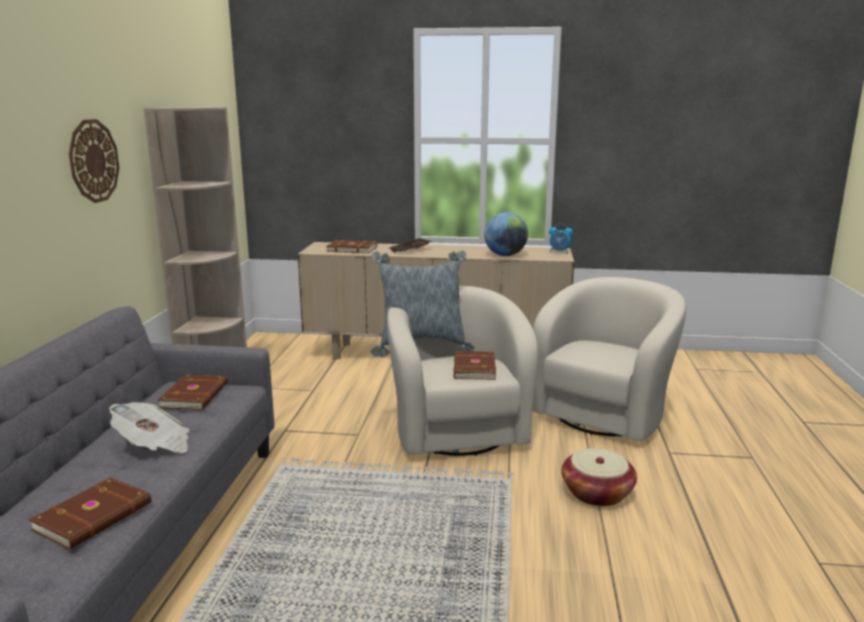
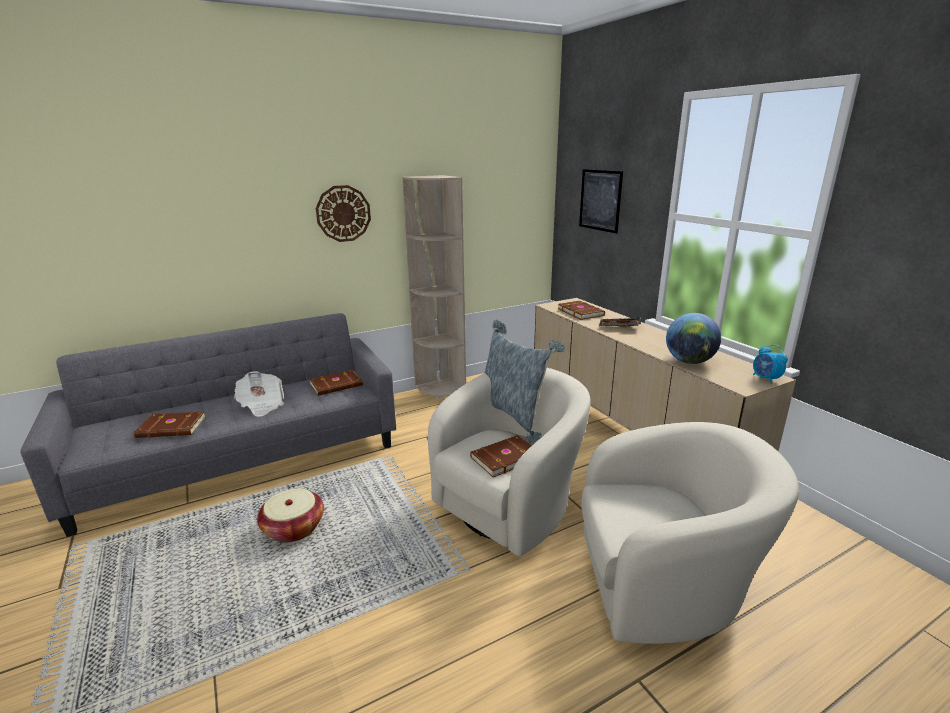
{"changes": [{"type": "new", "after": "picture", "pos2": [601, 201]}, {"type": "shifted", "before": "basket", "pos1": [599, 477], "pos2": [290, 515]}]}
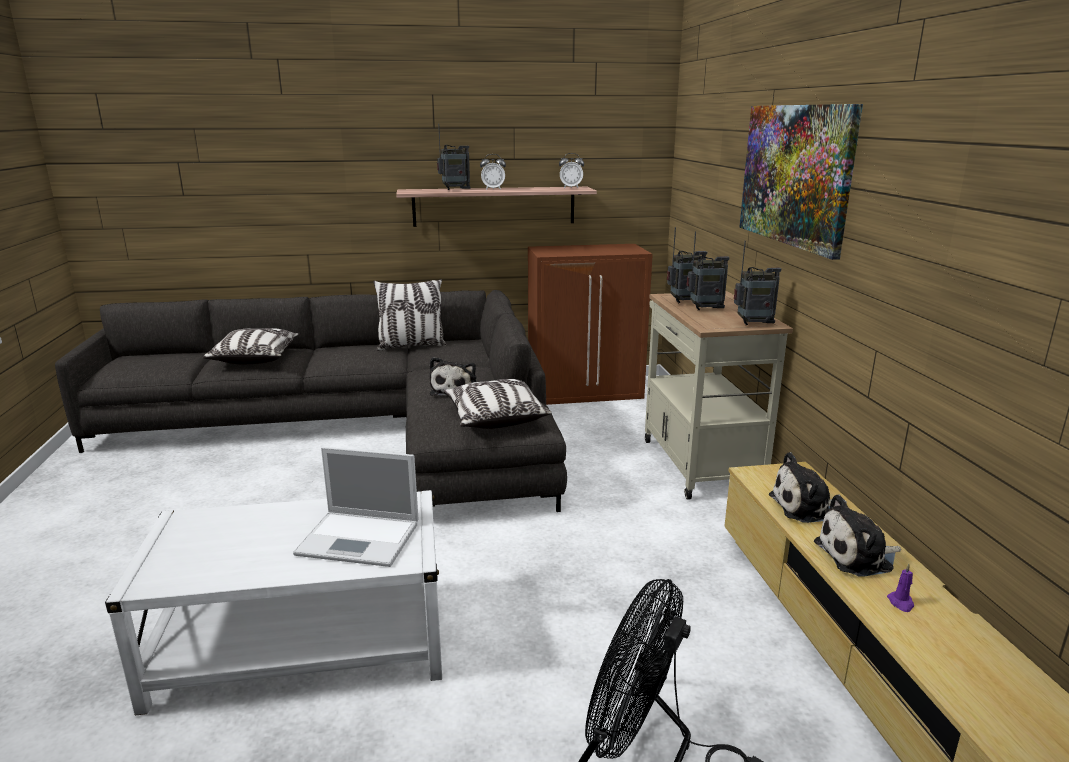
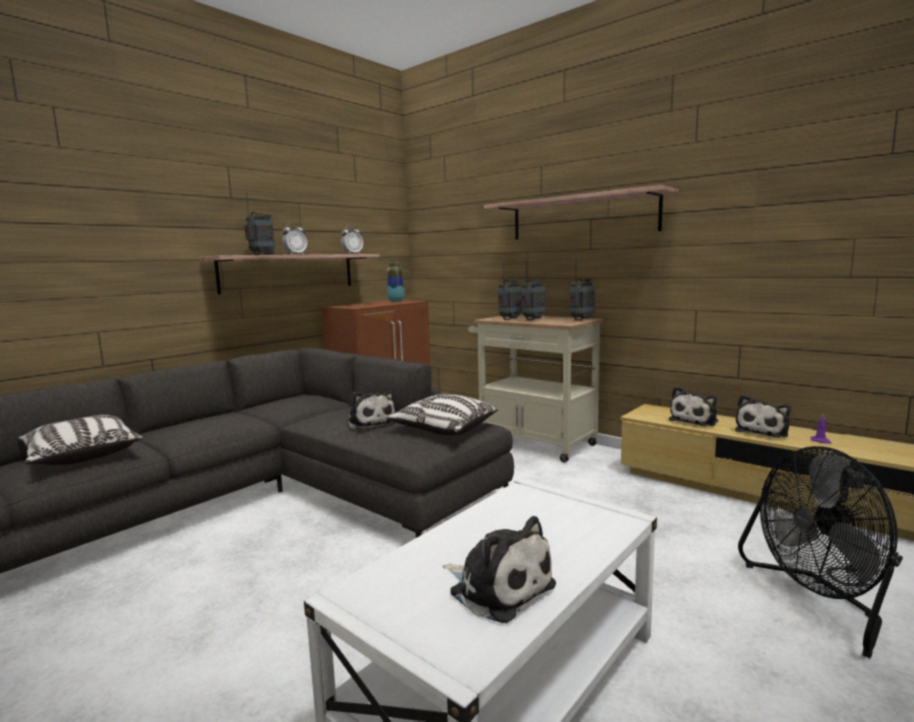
{"changes": [{"type": "gone", "before": "laptop", "pos1": [356, 507]}, {"type": "gone", "before": "pillow", "pos1": [410, 314]}, {"type": "new", "after": "vase", "pos2": [395, 282]}, {"type": "new", "after": "plush toy", "pos2": [499, 569]}, {"type": "swapped", "before": "picture", "after": "shelf", "pos1": [801, 182], "pos2": [581, 212]}]}
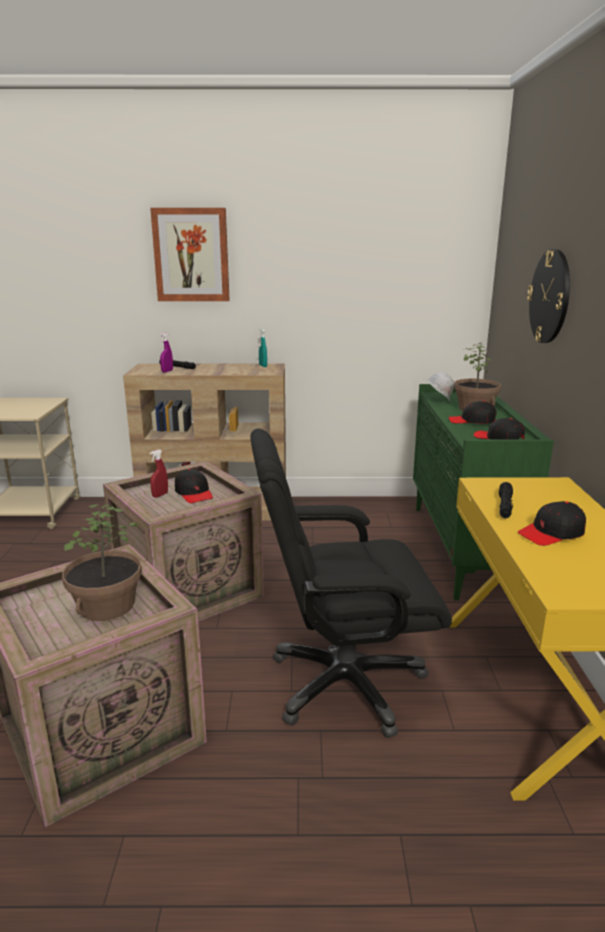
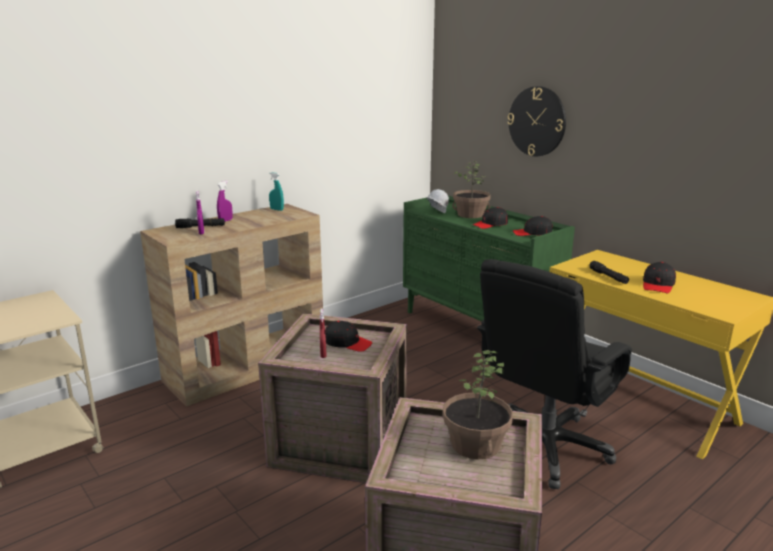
{"changes": [{"type": "gone", "before": "picture", "pos1": [190, 254]}, {"type": "new", "after": "purple spray bottle", "pos2": [225, 201]}]}
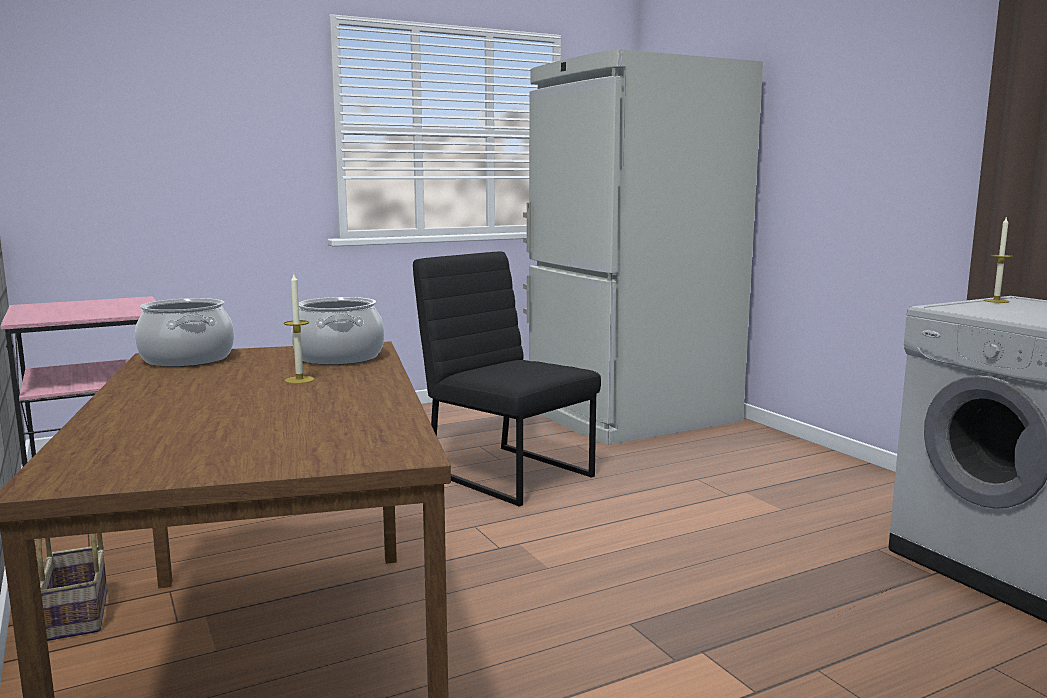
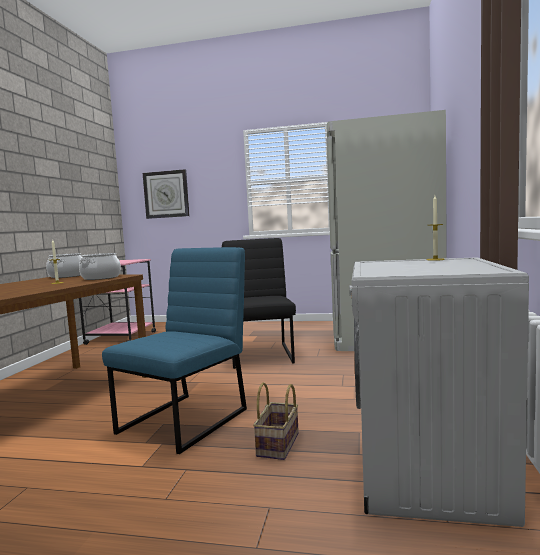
{"changes": [{"type": "new", "after": "blue chair", "pos2": [174, 350]}, {"type": "new", "after": "wall clock", "pos2": [166, 194]}, {"type": "shifted", "before": "basket", "pos1": [72, 587], "pos2": [276, 421]}]}
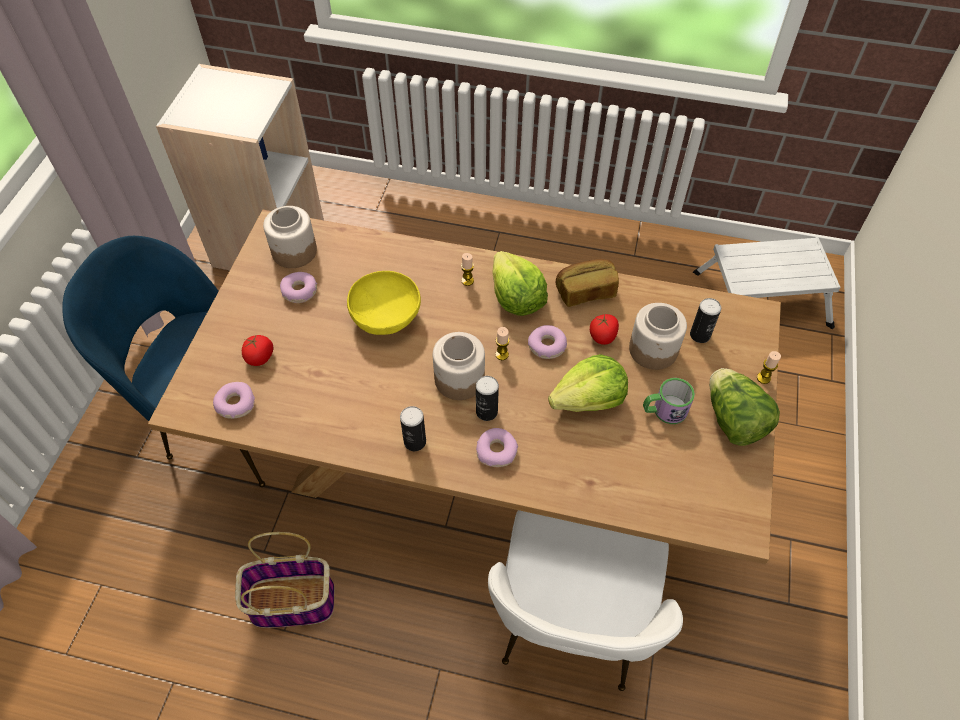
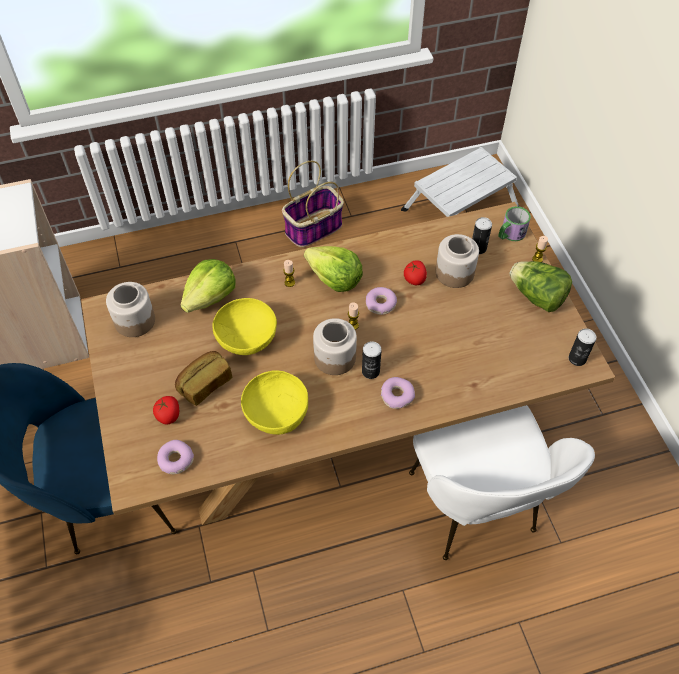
{"changes": [{"type": "gone", "before": "donut", "pos1": [298, 287]}, {"type": "new", "after": "yellow bowl", "pos2": [274, 402]}, {"type": "shifted", "before": "basket", "pos1": [285, 580], "pos2": [313, 204]}, {"type": "shifted", "before": "can", "pos1": [413, 428], "pos2": [583, 347]}, {"type": "shifted", "before": "lettuce", "pos1": [588, 383], "pos2": [208, 286]}, {"type": "shifted", "before": "bread", "pos1": [587, 283], "pos2": [203, 378]}, {"type": "shifted", "before": "mug", "pos1": [669, 401], "pos2": [514, 223]}]}
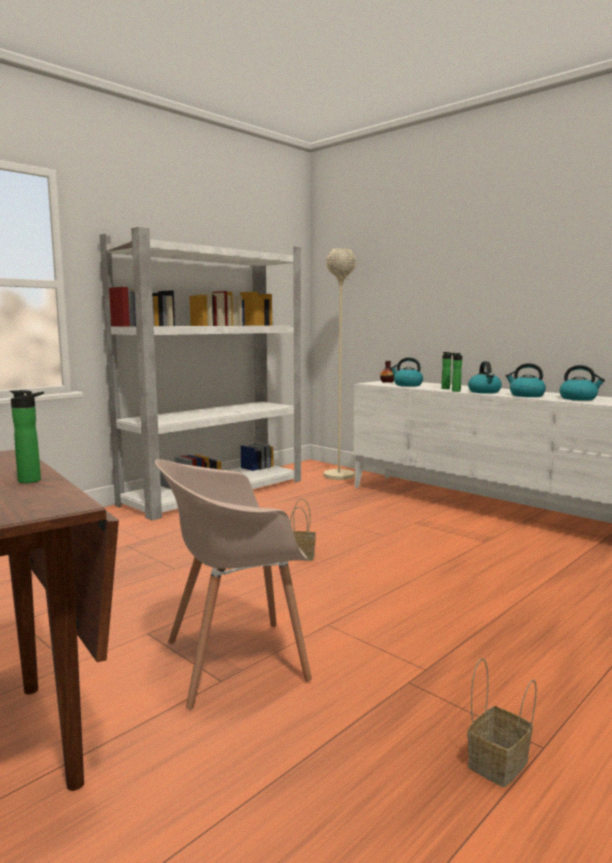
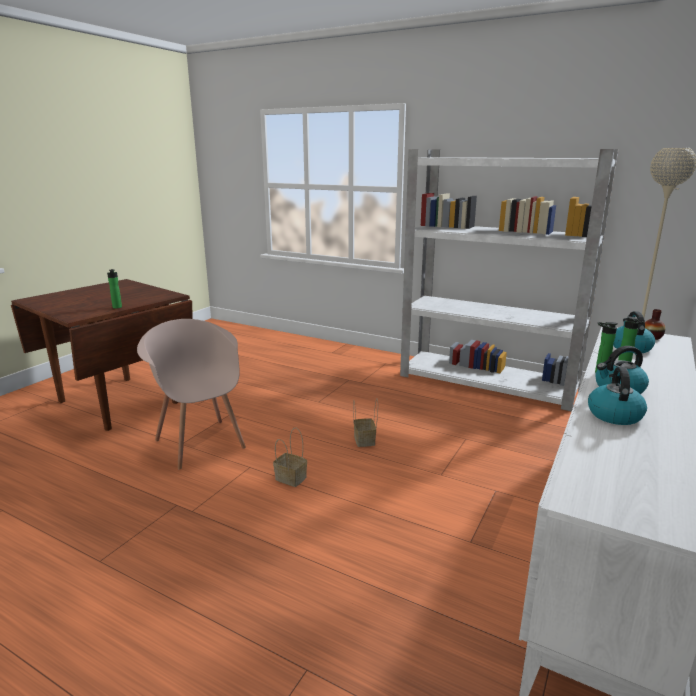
{"changes": [{"type": "gone", "before": "kettle", "pos1": [582, 383]}, {"type": "shifted", "before": "basket", "pos1": [502, 722], "pos2": [290, 457]}]}
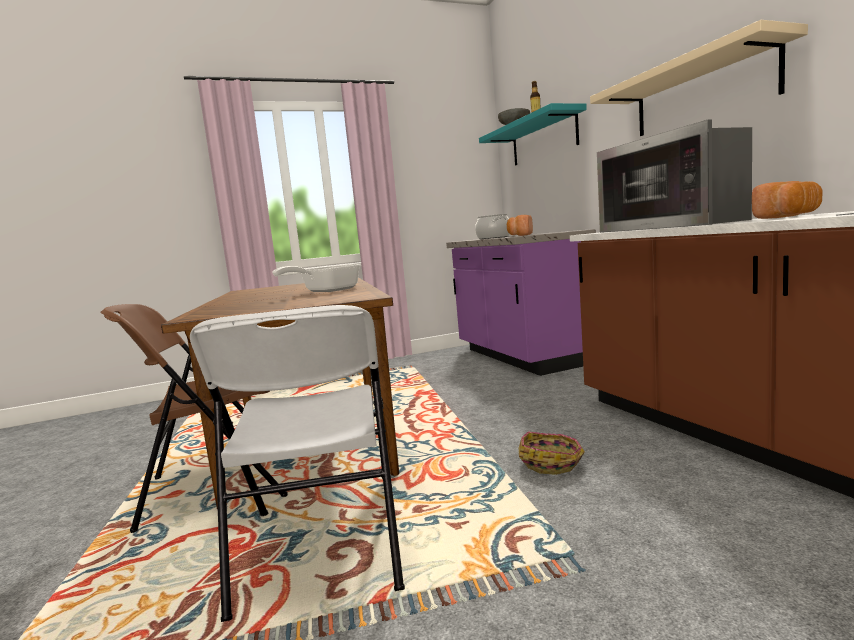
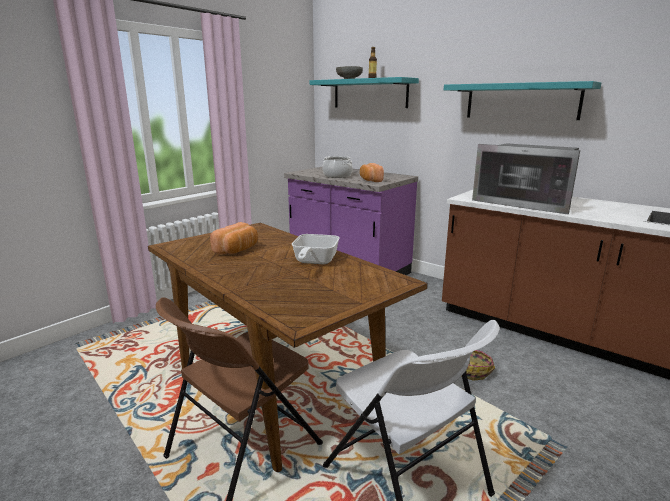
{"changes": [{"type": "shifted", "before": "bread", "pos1": [787, 200], "pos2": [234, 238]}, {"type": "repainted", "before": "beige shelf", "after": "turquoise shelf", "pos1": [699, 78], "pos2": [523, 100]}]}
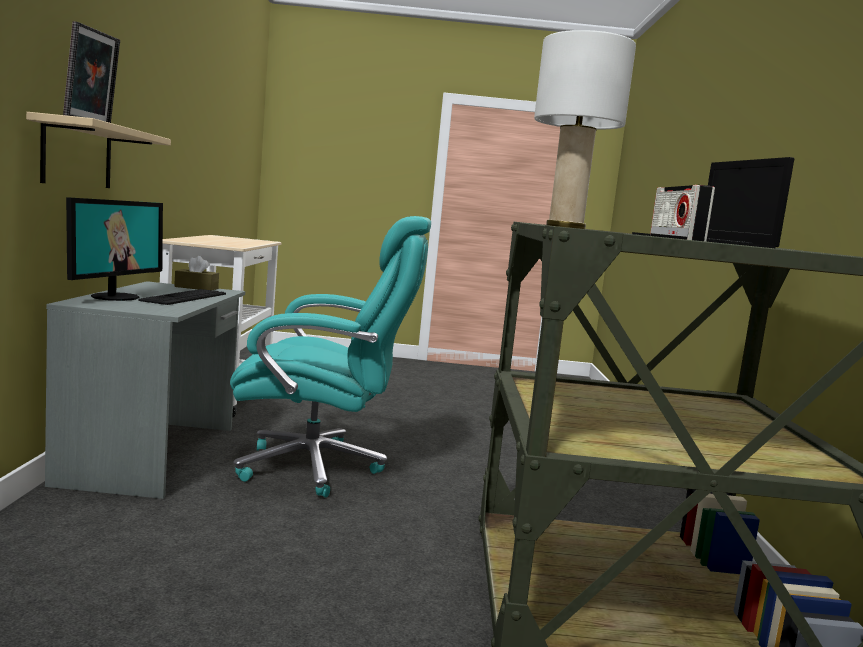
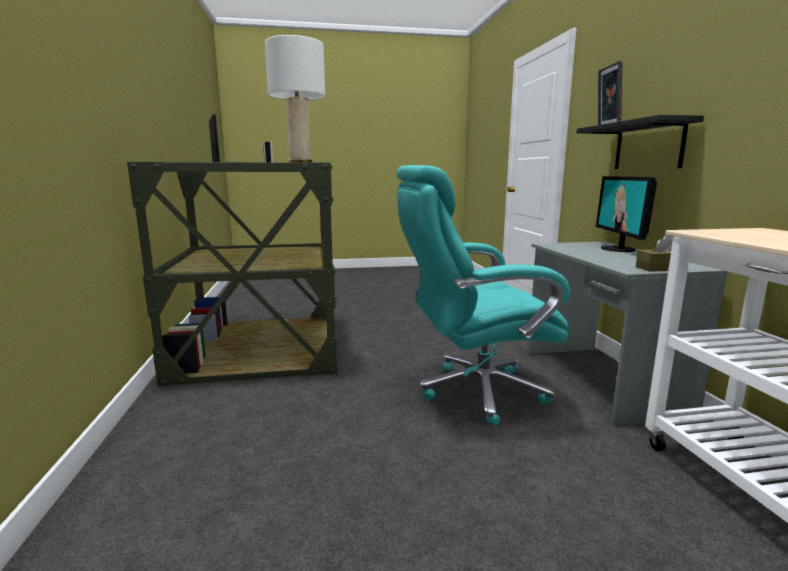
{"changes": [{"type": "gone", "before": "keyboard", "pos1": [182, 297]}, {"type": "repainted", "before": "beige shelf", "after": "black shelf", "pos1": [98, 150], "pos2": [640, 142]}]}
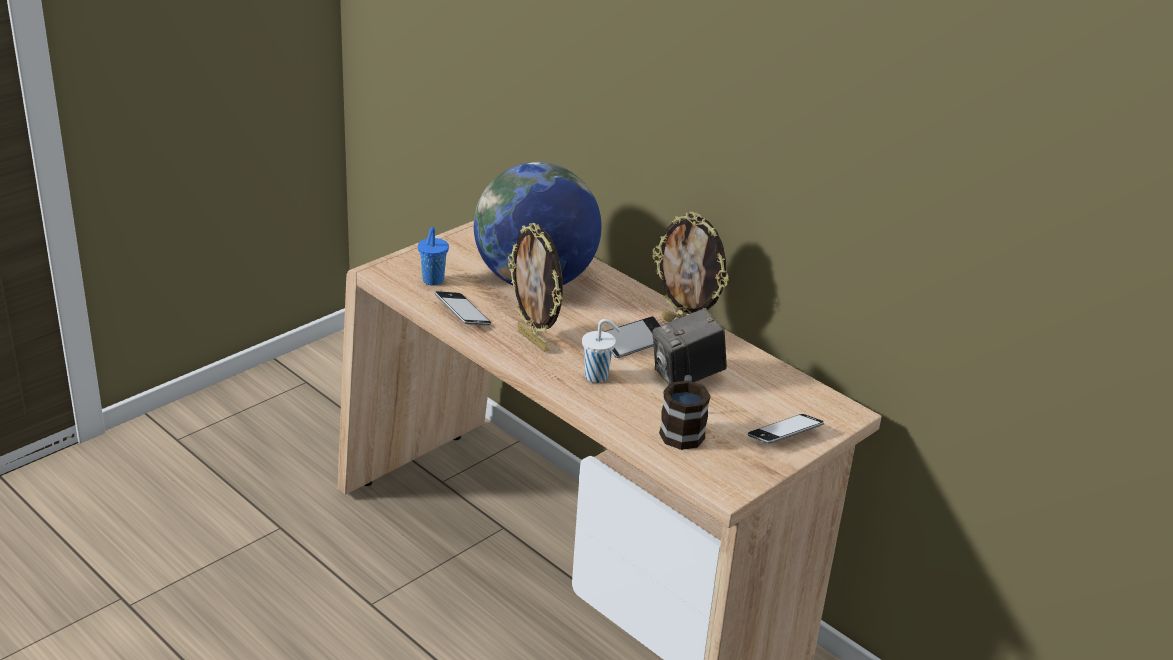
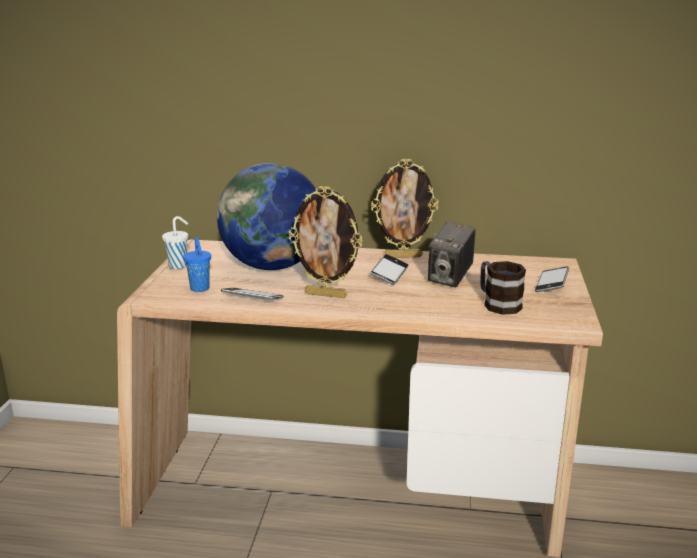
{"changes": [{"type": "shifted", "before": "white cup", "pos1": [601, 351], "pos2": [175, 242]}]}
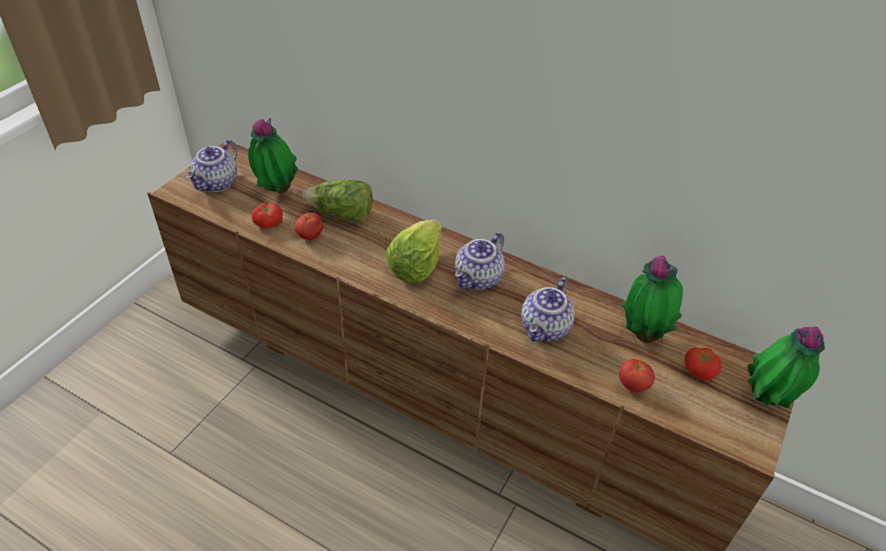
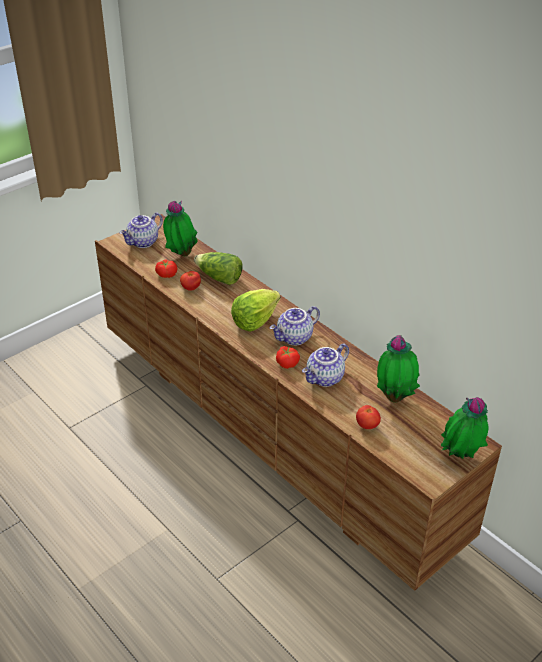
{"changes": [{"type": "shifted", "before": "tomato", "pos1": [703, 364], "pos2": [288, 357]}]}
